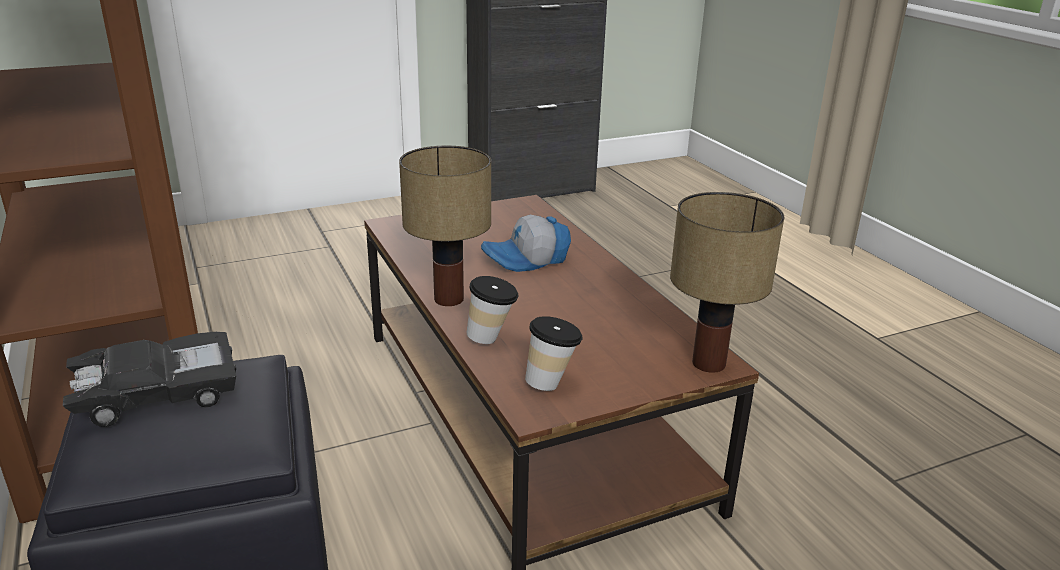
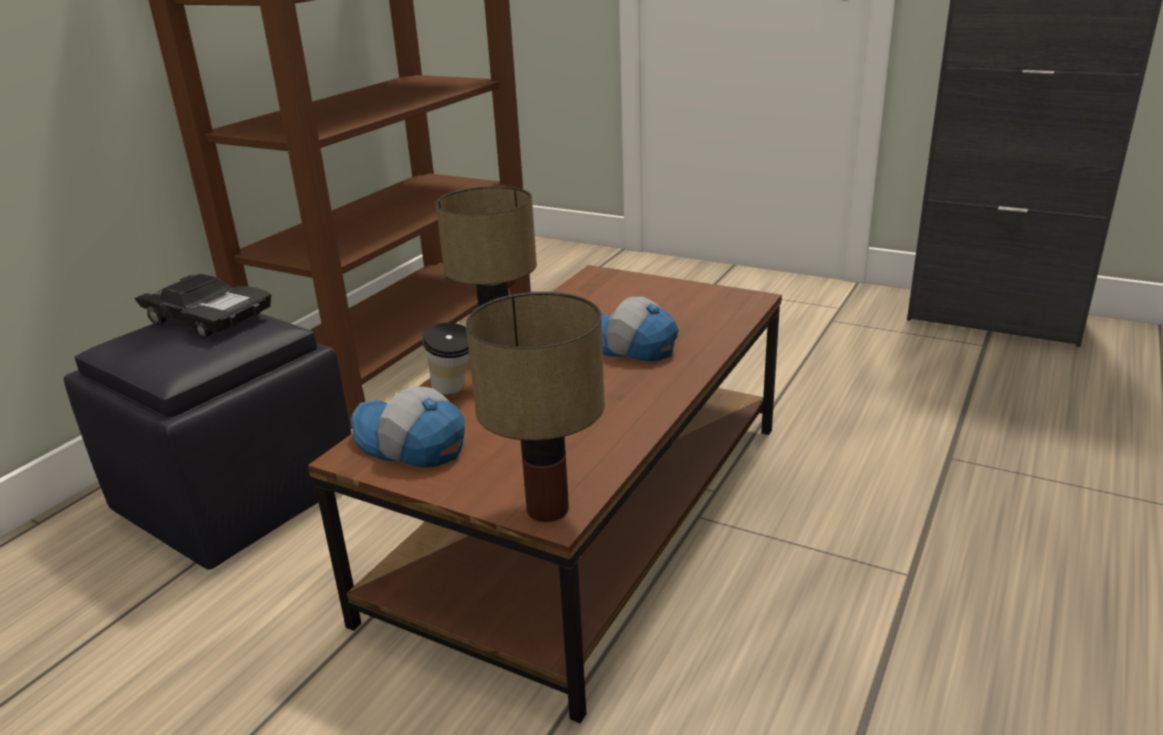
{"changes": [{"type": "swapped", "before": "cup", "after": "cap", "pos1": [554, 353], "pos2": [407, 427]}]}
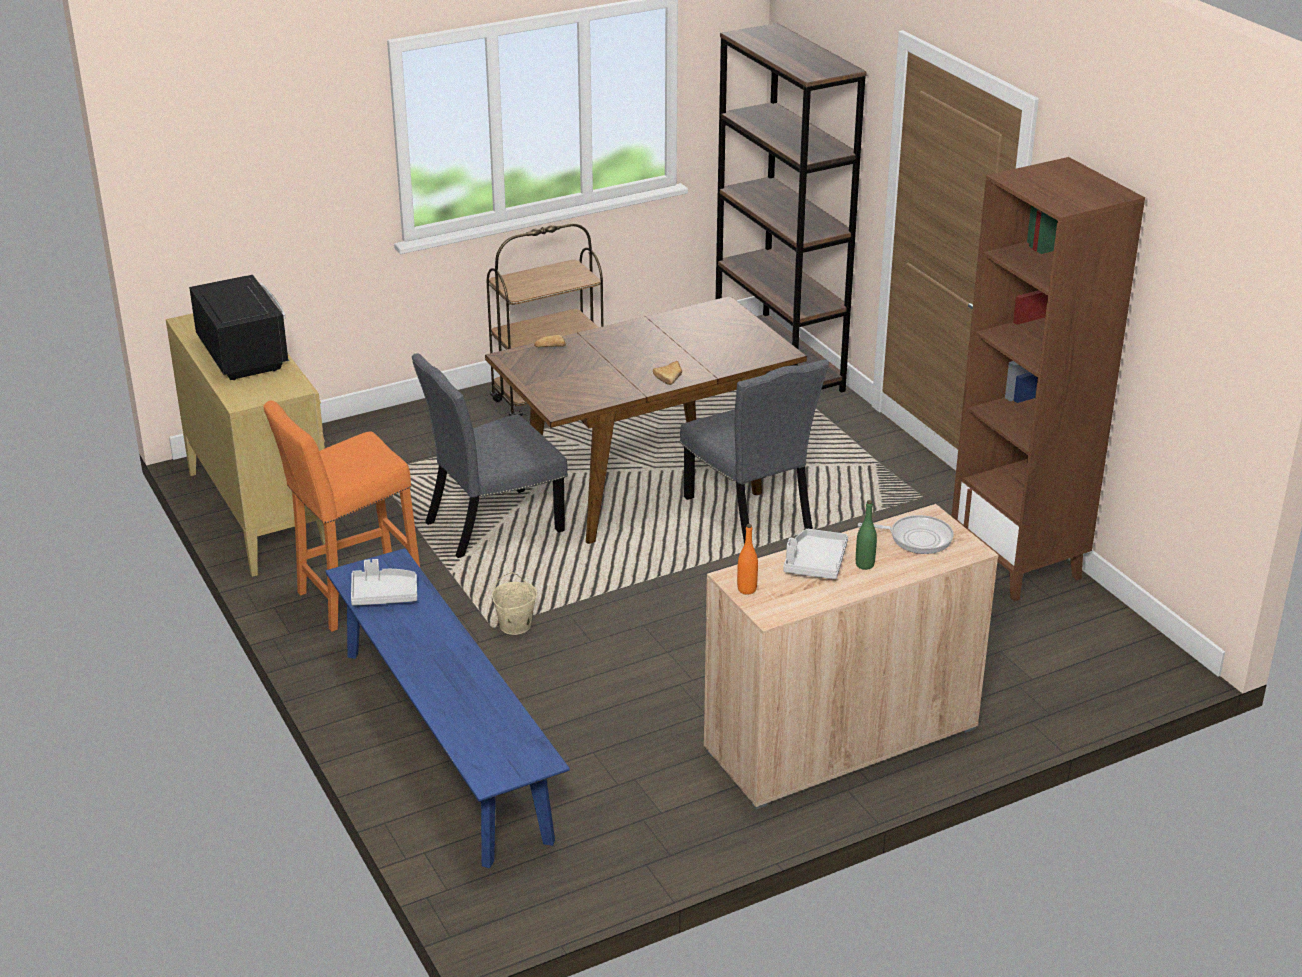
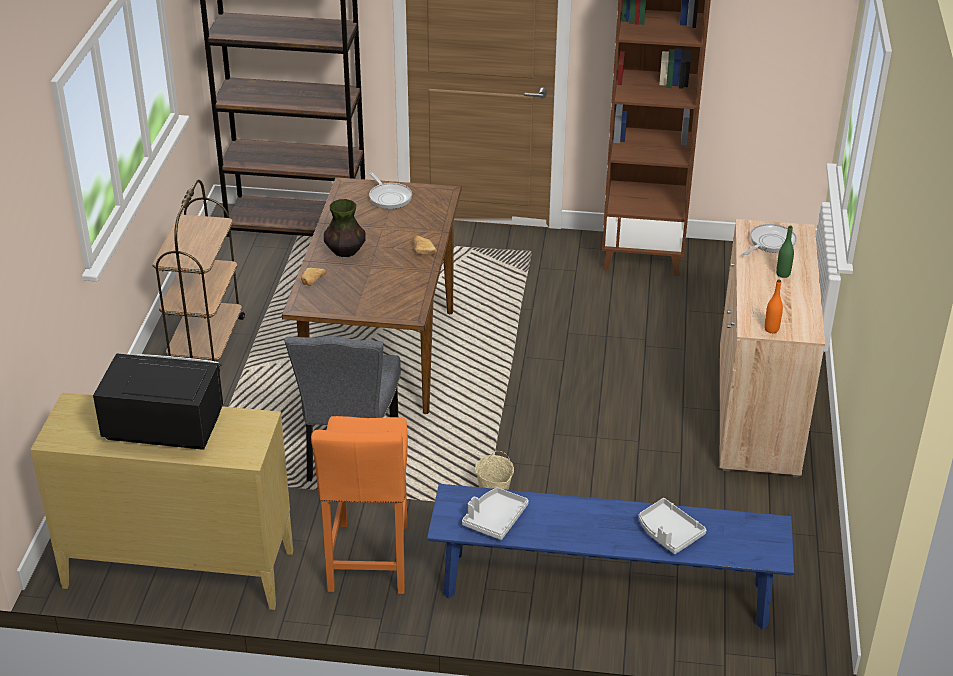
{"changes": [{"type": "gone", "before": "grey chair", "pos1": [754, 451]}, {"type": "new", "after": "vase", "pos2": [345, 228]}, {"type": "new", "after": "frying pan", "pos2": [390, 190]}, {"type": "shifted", "before": "grey tray", "pos1": [815, 554], "pos2": [672, 526]}]}
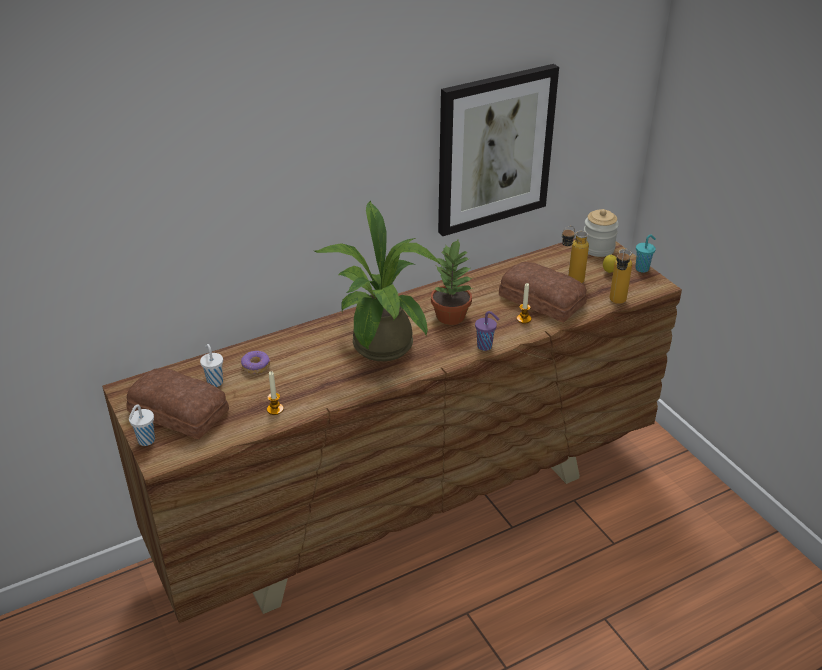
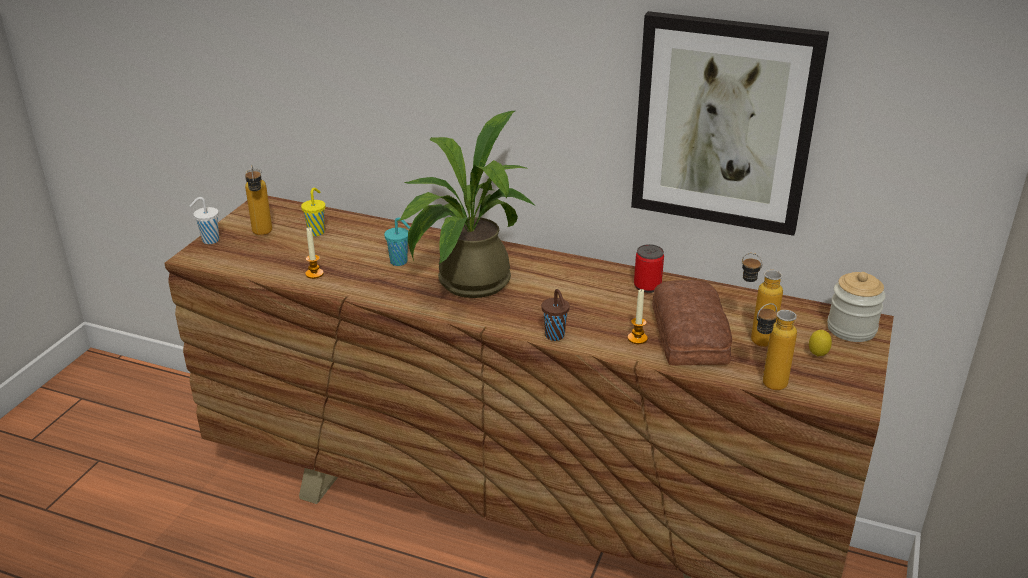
{"changes": [{"type": "gone", "before": "donut", "pos1": [255, 362]}, {"type": "gone", "before": "potted plant", "pos1": [452, 282]}, {"type": "new", "after": "can", "pos2": [649, 268]}, {"type": "shifted", "before": "turquoise cup", "pos1": [646, 253], "pos2": [397, 241]}, {"type": "swapped", "before": "bread", "after": "bottle", "pos1": [177, 403], "pos2": [258, 200]}, {"type": "repainted", "before": "white cup", "after": "yellow cup", "pos1": [211, 365], "pos2": [313, 212]}, {"type": "repainted", "before": "purple cup", "after": "brown cup", "pos1": [487, 331], "pos2": [556, 315]}]}
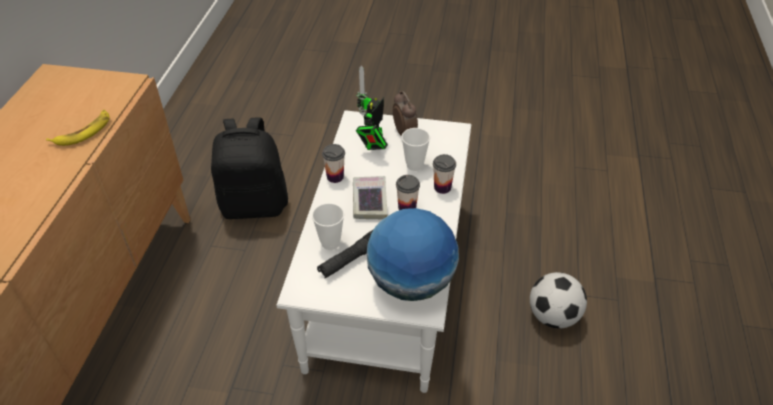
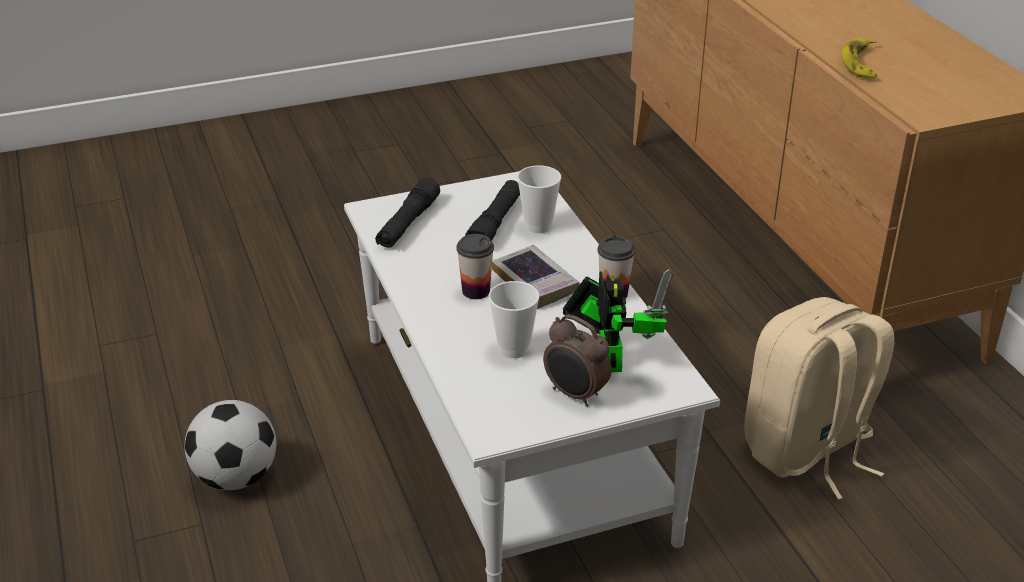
{"changes": [{"type": "gone", "before": "cup", "pos1": [444, 174]}, {"type": "swapped", "before": "globe", "after": "black flashlight", "pos1": [413, 254], "pos2": [407, 212]}, {"type": "repainted", "before": "black backpack", "after": "beige backpack", "pos1": [249, 168], "pos2": [819, 398]}]}
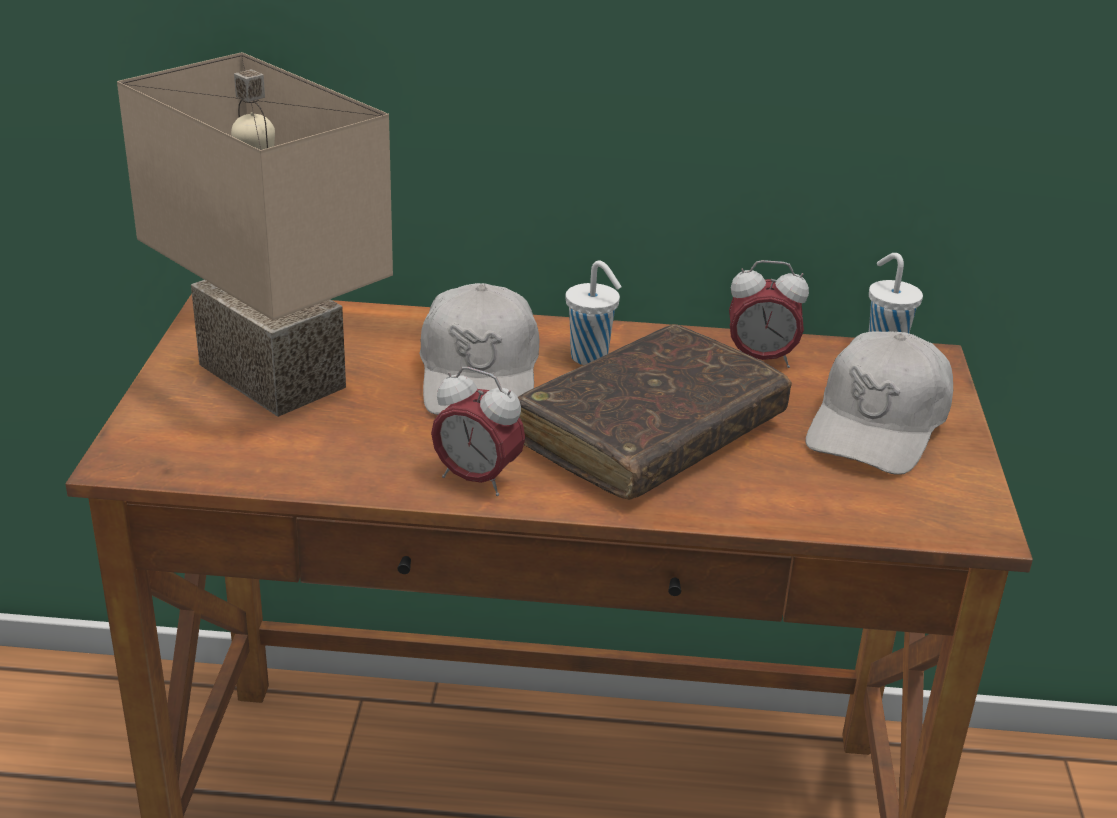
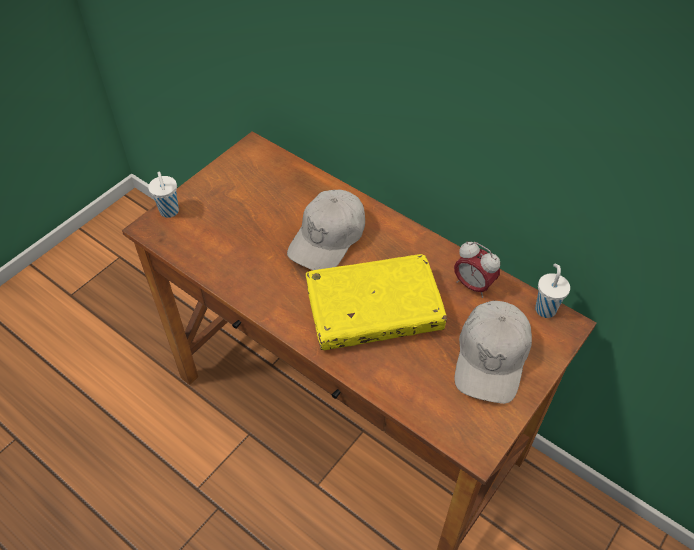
{"changes": [{"type": "gone", "before": "beige table lamp", "pos1": [255, 234]}, {"type": "gone", "before": "alarm clock", "pos1": [478, 431]}, {"type": "shifted", "before": "white cup", "pos1": [594, 312], "pos2": [163, 195]}, {"type": "repainted", "before": "brown book", "after": "yellow book", "pos1": [655, 412], "pos2": [376, 302]}, {"type": "rotated", "before": "white cap", "pos1": [879, 403], "pos2": [493, 352], "turn": -45}]}
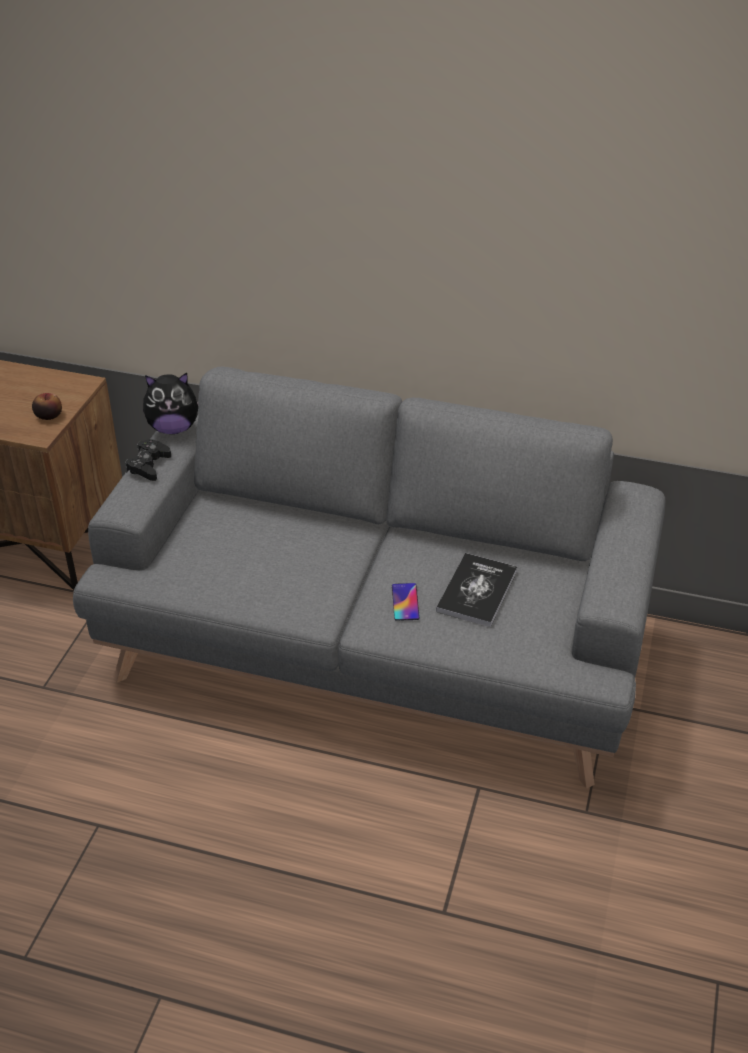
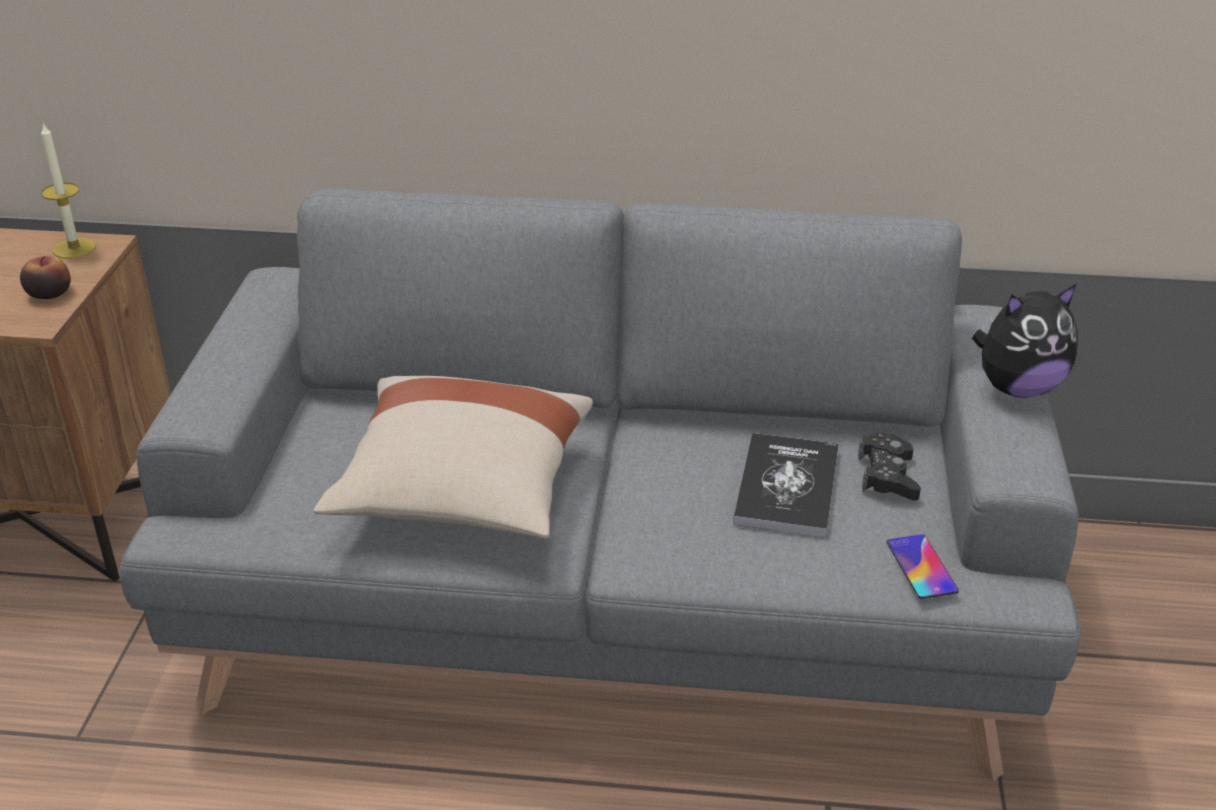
{"changes": [{"type": "new", "after": "candle", "pos2": [68, 190]}, {"type": "new", "after": "beige pillow", "pos2": [453, 457]}, {"type": "shifted", "before": "black game controller", "pos1": [148, 460], "pos2": [889, 466]}, {"type": "shifted", "before": "plush toy", "pos1": [170, 403], "pos2": [1025, 341]}, {"type": "shifted", "before": "phone", "pos1": [406, 602], "pos2": [923, 566]}]}
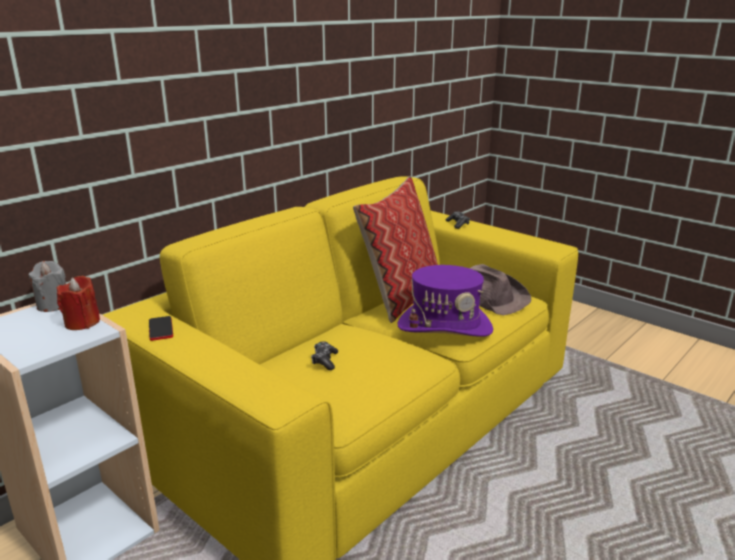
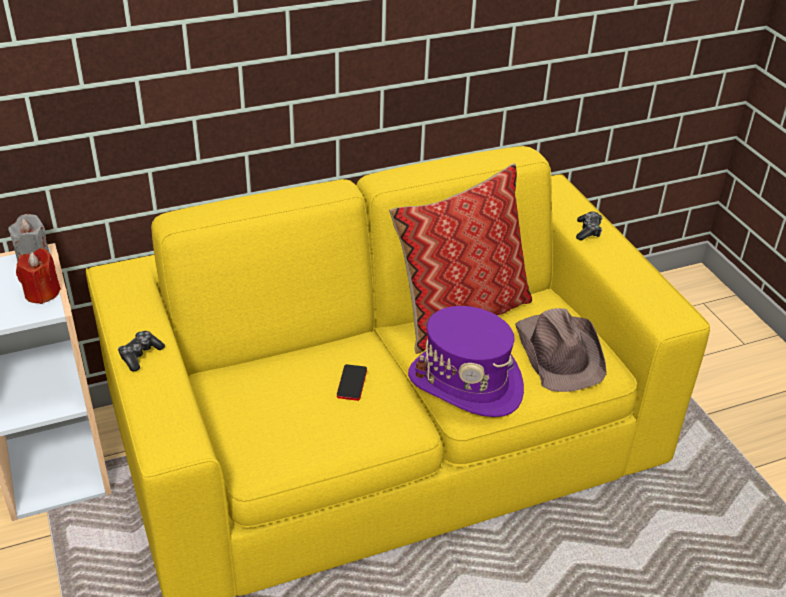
{"changes": [{"type": "shifted", "before": "phone", "pos1": [161, 328], "pos2": [352, 382]}, {"type": "shifted", "before": "game controller", "pos1": [324, 355], "pos2": [141, 351]}]}
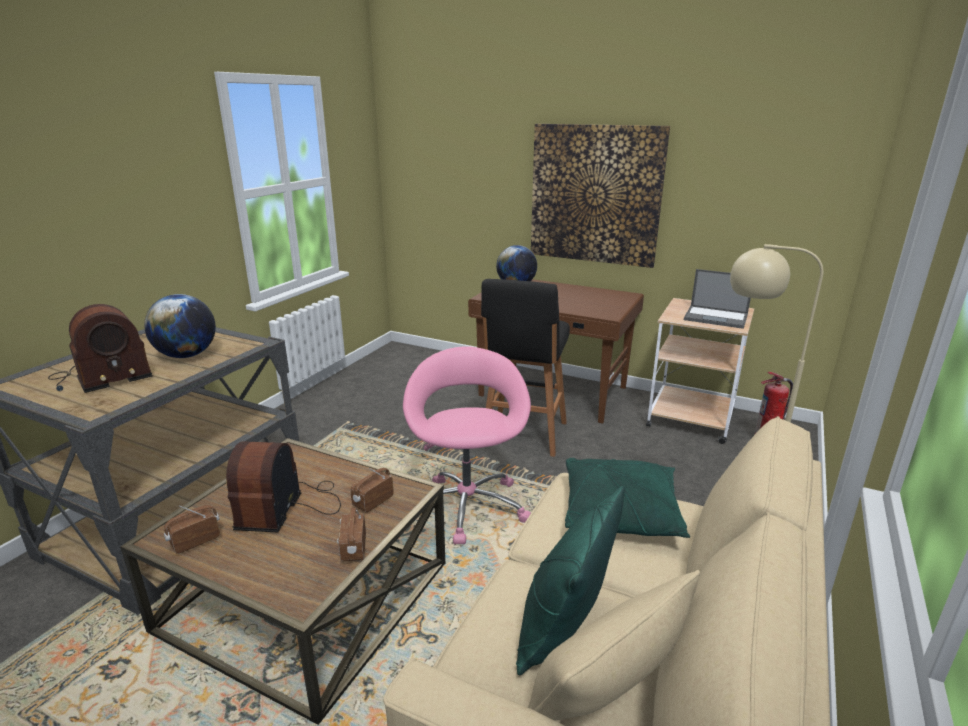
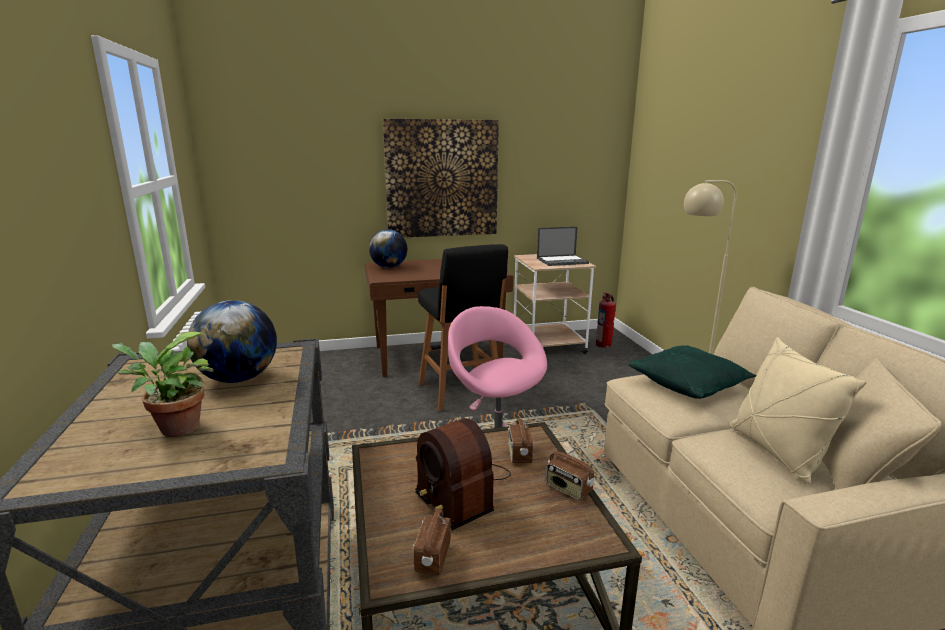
{"changes": [{"type": "swapped", "before": "radio", "after": "potted plant", "pos1": [100, 348], "pos2": [162, 384]}, {"type": "repainted", "before": "green pillow", "after": "beige pillow", "pos1": [570, 581], "pos2": [798, 410]}]}
